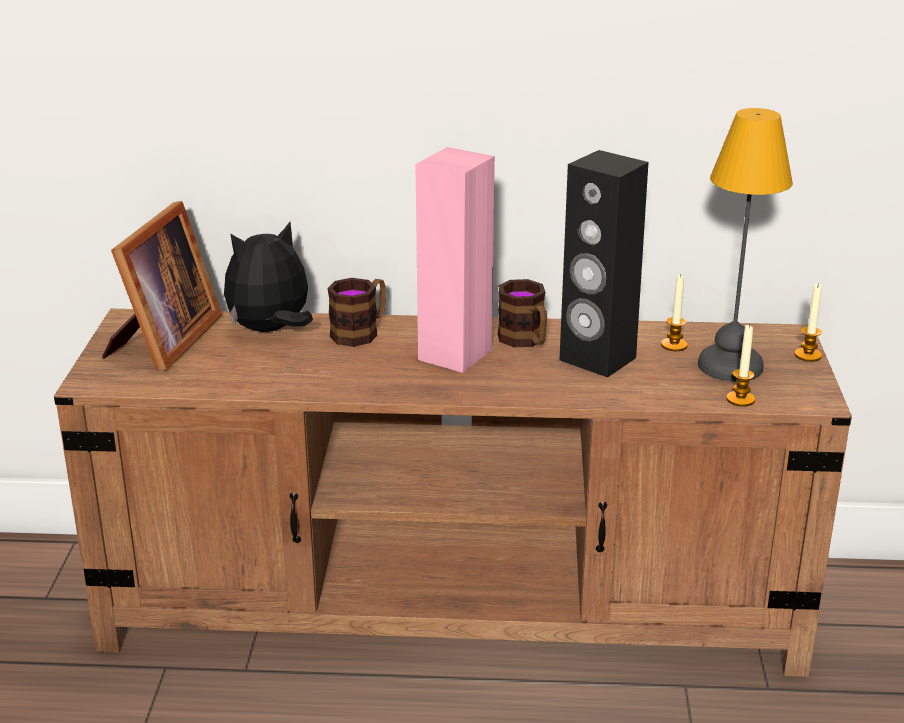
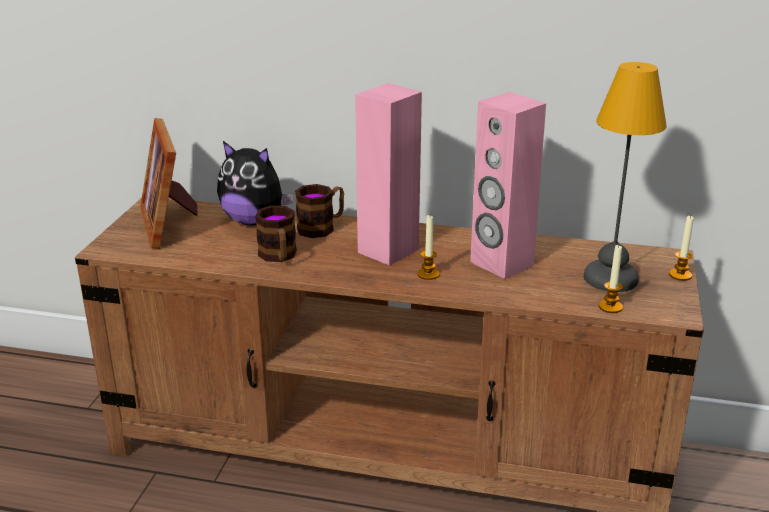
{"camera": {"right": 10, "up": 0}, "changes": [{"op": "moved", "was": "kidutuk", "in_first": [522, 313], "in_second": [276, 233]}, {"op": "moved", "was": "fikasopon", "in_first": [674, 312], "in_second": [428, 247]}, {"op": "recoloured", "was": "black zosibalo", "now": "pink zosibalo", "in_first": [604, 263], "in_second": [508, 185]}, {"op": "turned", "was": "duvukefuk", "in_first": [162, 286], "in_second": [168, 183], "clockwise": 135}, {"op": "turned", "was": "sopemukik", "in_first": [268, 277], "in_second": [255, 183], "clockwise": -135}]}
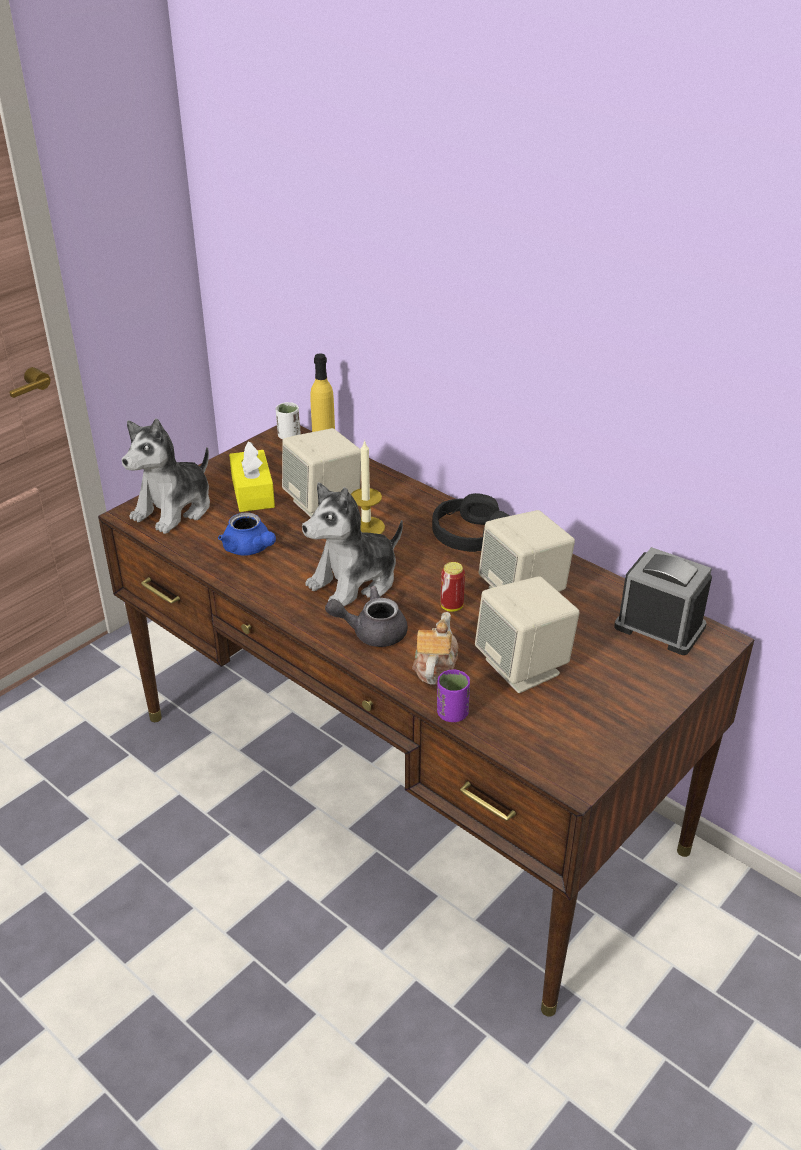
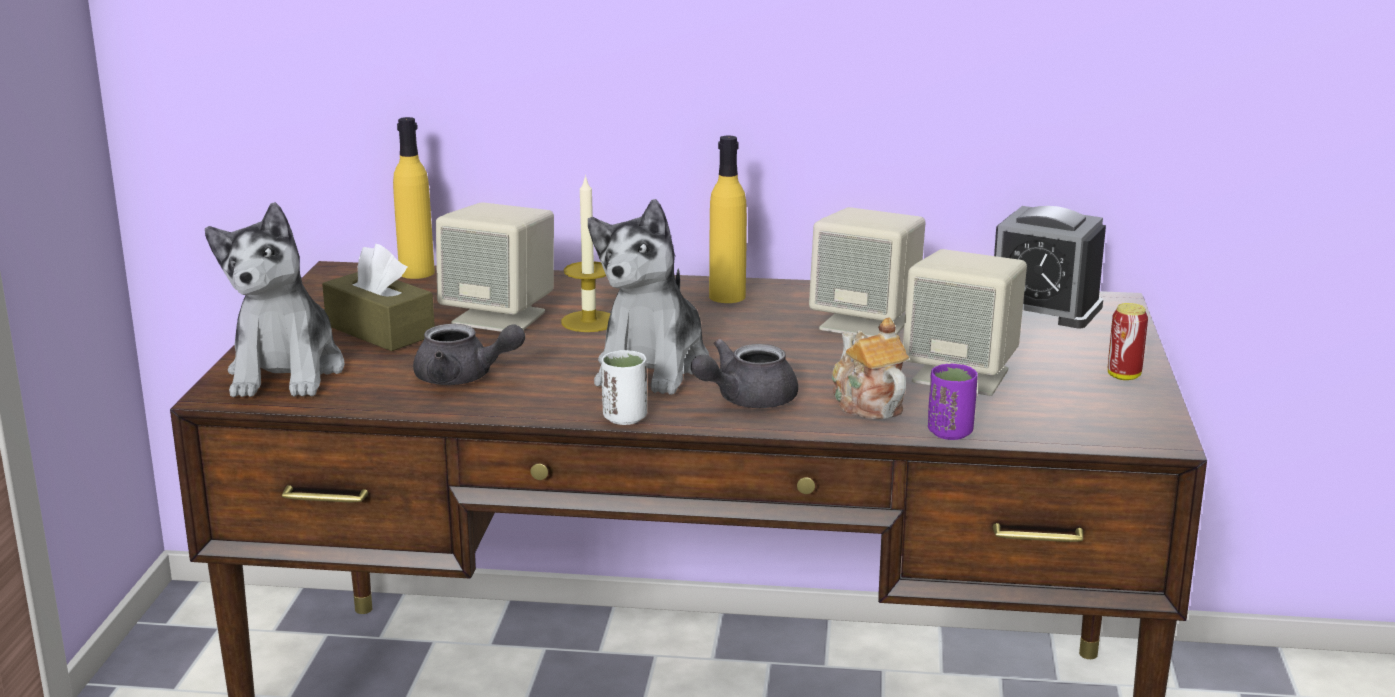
{"camera": {"right": -35, "up": -15}, "changes": [{"op": "moved", "was": "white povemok", "in_first": [288, 421], "in_second": [624, 387]}, {"op": "moved", "was": "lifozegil", "in_first": [453, 587], "in_second": [1128, 341]}, {"op": "replaced", "was": "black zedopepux", "now": "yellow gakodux", "in_first": [471, 522], "in_second": [728, 219]}, {"op": "recoloured", "was": "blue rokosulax", "now": "grey rokosulax", "in_first": [247, 534], "in_second": [469, 354]}, {"op": "recoloured", "was": "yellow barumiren", "now": "brown barumiren", "in_first": [252, 476], "in_second": [378, 297]}, {"op": "turned", "was": "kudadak", "in_first": [663, 601], "in_second": [1050, 267], "clockwise": -150}]}
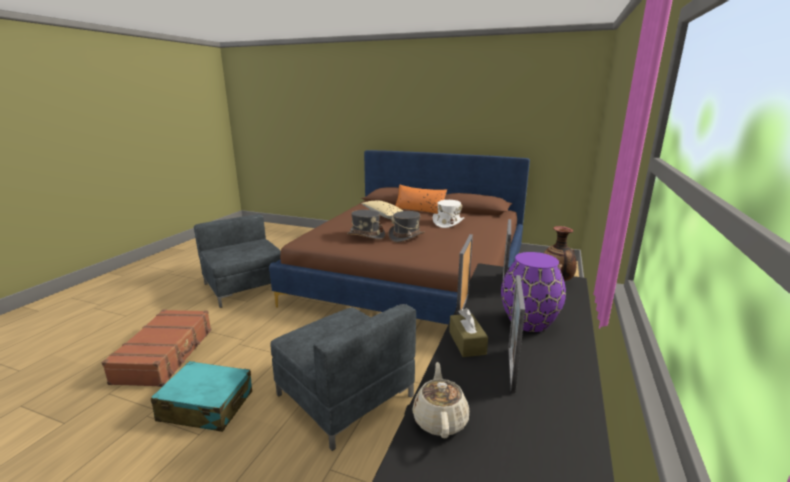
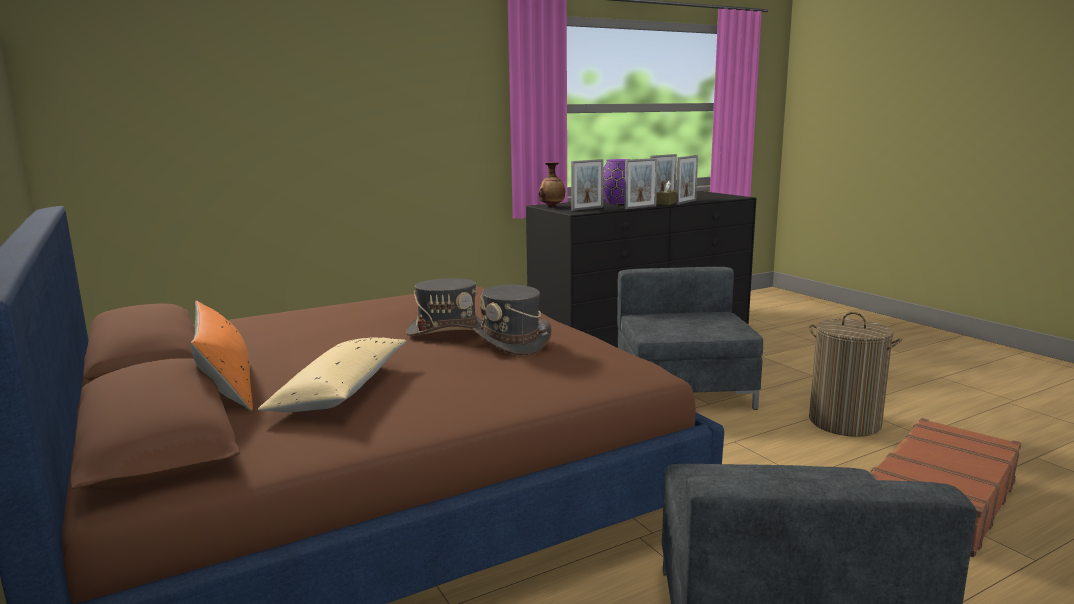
{"camera": {"right": -140, "up": -5}, "changes": [{"op": "removed", "was": "beige rokosulax", "in_first": [440, 400]}, {"op": "removed", "was": "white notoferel", "in_first": [449, 214]}, {"op": "added", "now": "duvukefuk", "in_second": [687, 180]}, {"op": "replaced", "was": "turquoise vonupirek", "now": "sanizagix", "in_first": [201, 396], "in_second": [855, 374]}]}
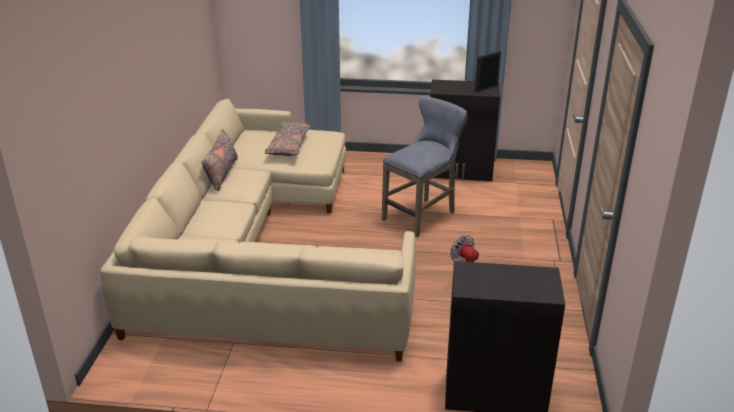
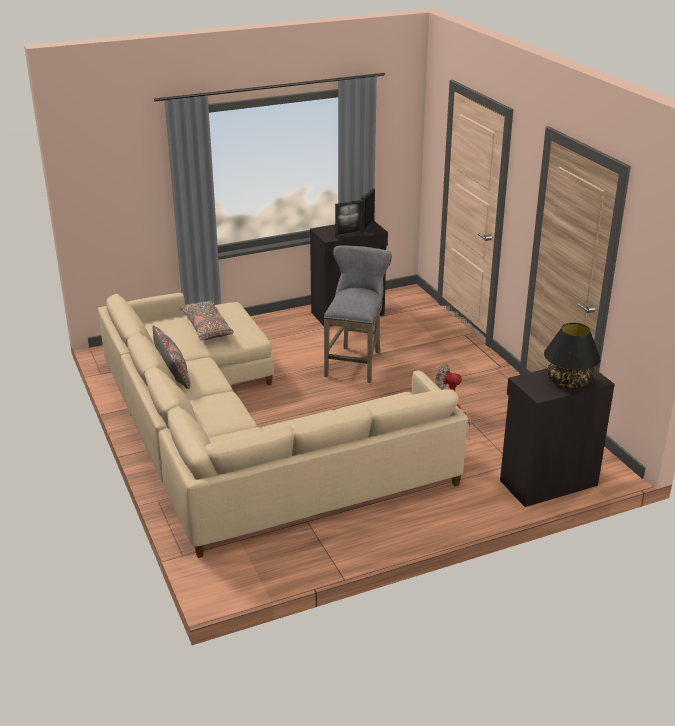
{"camera": {"right": -30, "up": 0}, "changes": [{"op": "added", "now": "duvukefuk", "in_second": [349, 219]}, {"op": "added", "now": "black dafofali", "in_second": [572, 355]}]}
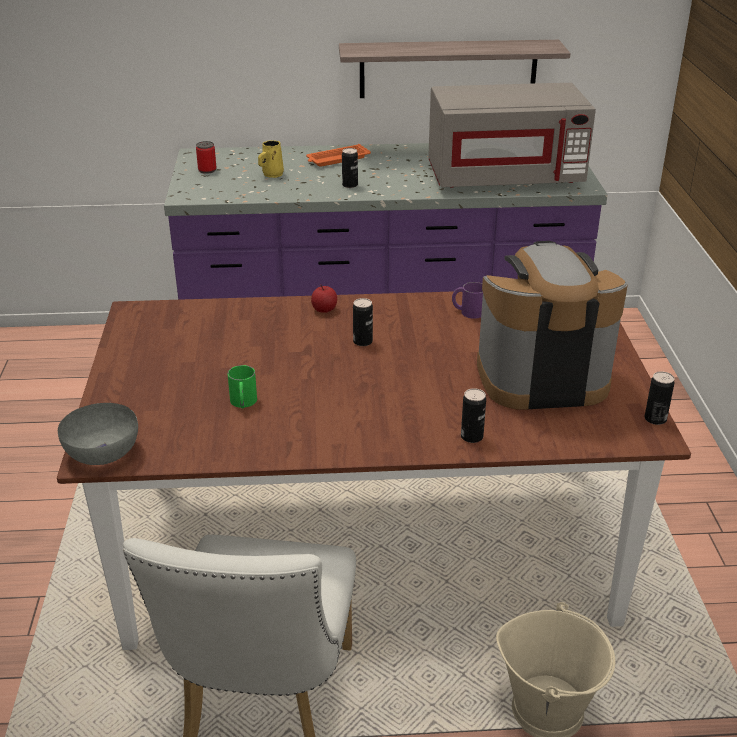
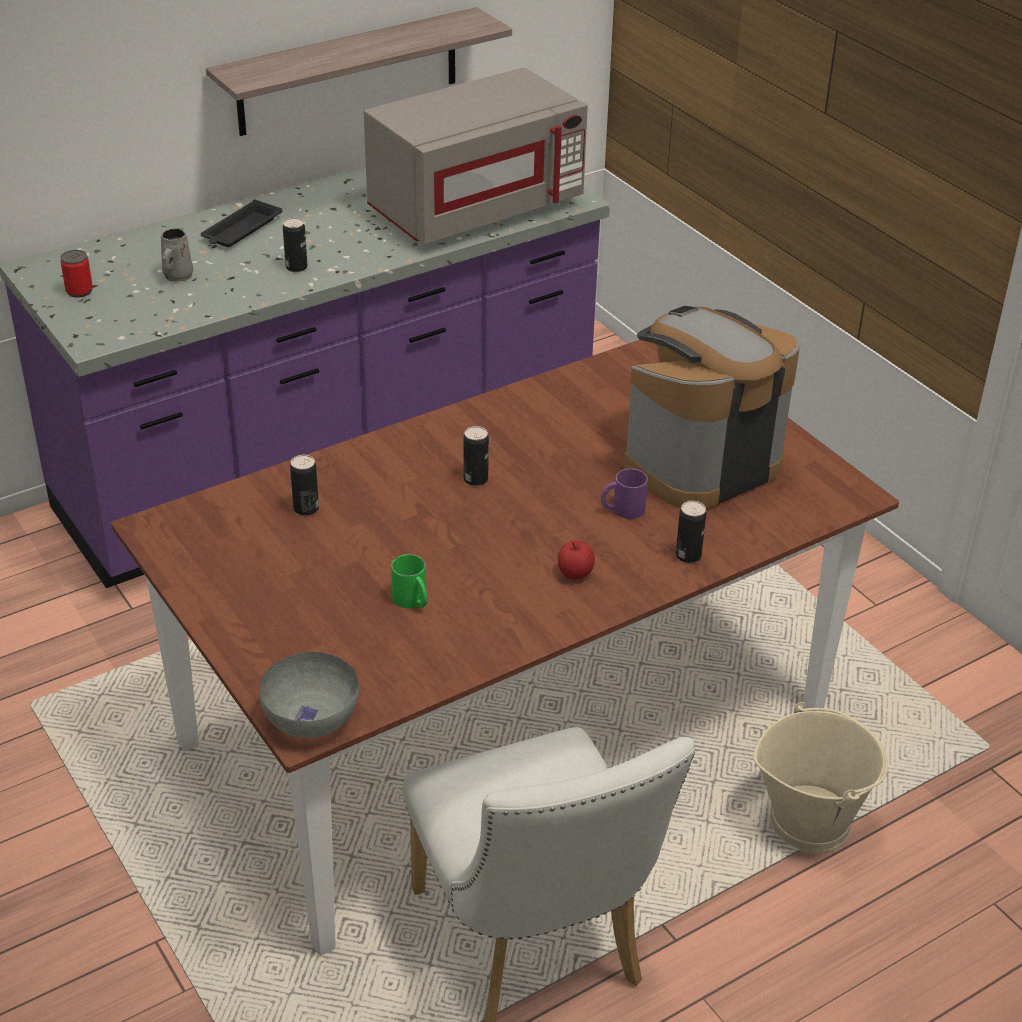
{"camera": {"right": -30, "up": 5}, "changes": [{"op": "moved", "was": "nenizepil", "in_first": [324, 298], "in_second": [576, 560]}, {"op": "moved", "was": "purple kidutuk", "in_first": [467, 300], "in_second": [624, 493]}, {"op": "moved", "was": "lifozegil", "in_first": [659, 398], "in_second": [304, 485]}, {"op": "recoloured", "was": "yellow kidutuk", "now": "grey kidutuk", "in_first": [271, 159], "in_second": [177, 255]}, {"op": "recoloured", "was": "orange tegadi", "now": "black tegadi", "in_first": [338, 155], "in_second": [241, 223]}]}
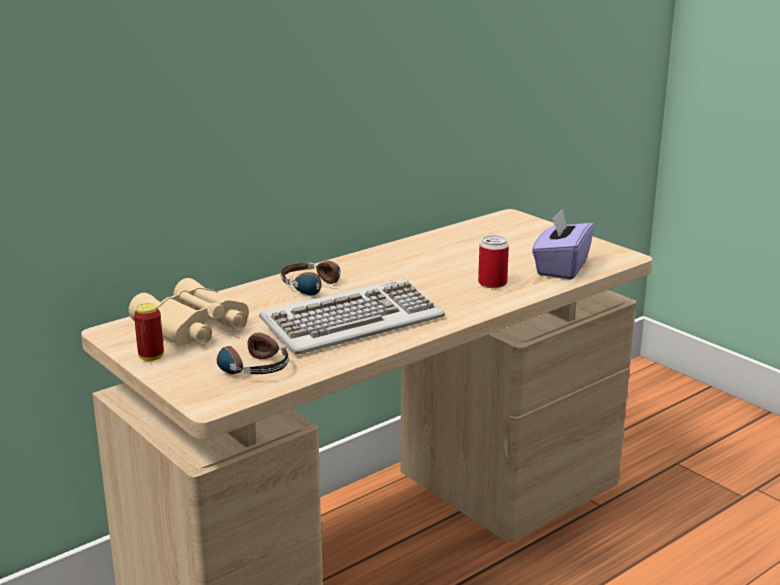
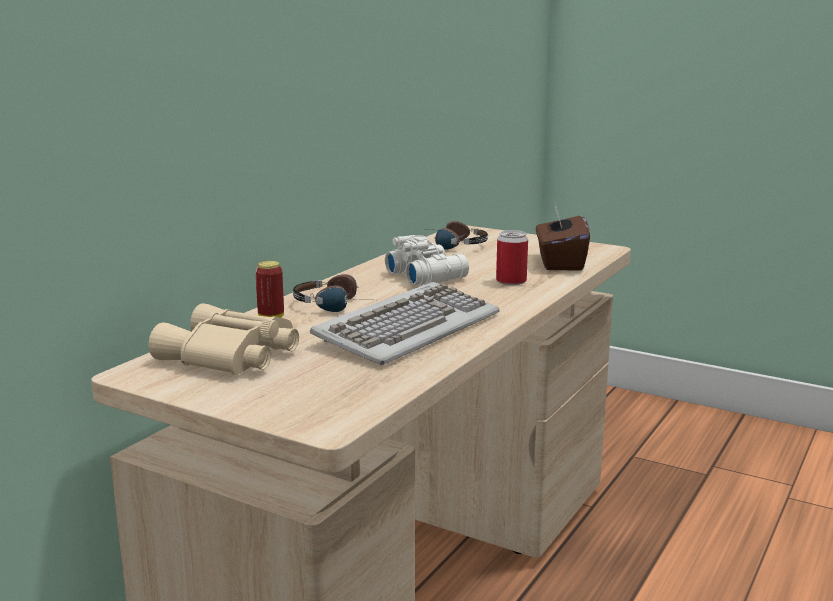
{"camera": {"right": -20, "up": -5}, "changes": [{"op": "added", "now": "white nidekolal", "in_second": [427, 260]}, {"op": "moved", "was": "lifozegil", "in_first": [149, 332], "in_second": [269, 289]}, {"op": "moved", "was": "zedopepux", "in_first": [253, 354], "in_second": [459, 235]}, {"op": "recoloured", "was": "purple barumiren", "now": "brown barumiren", "in_first": [563, 244], "in_second": [563, 237]}]}
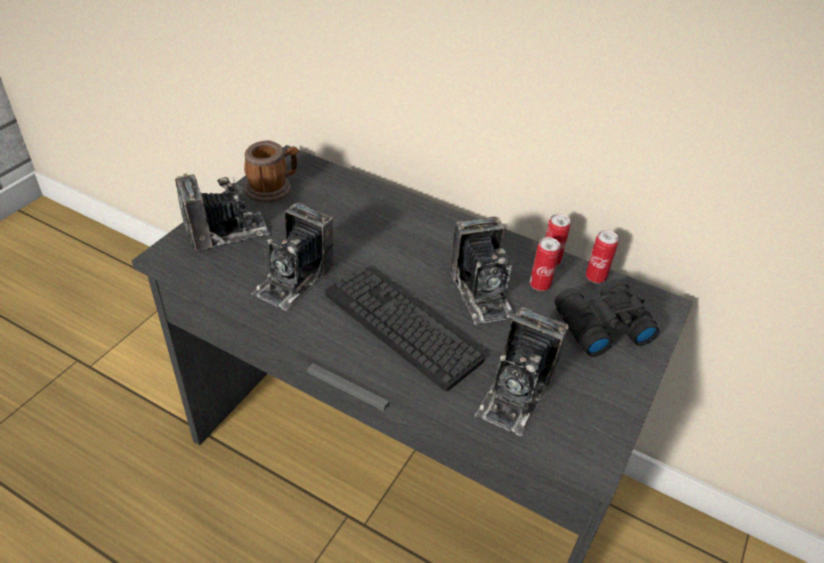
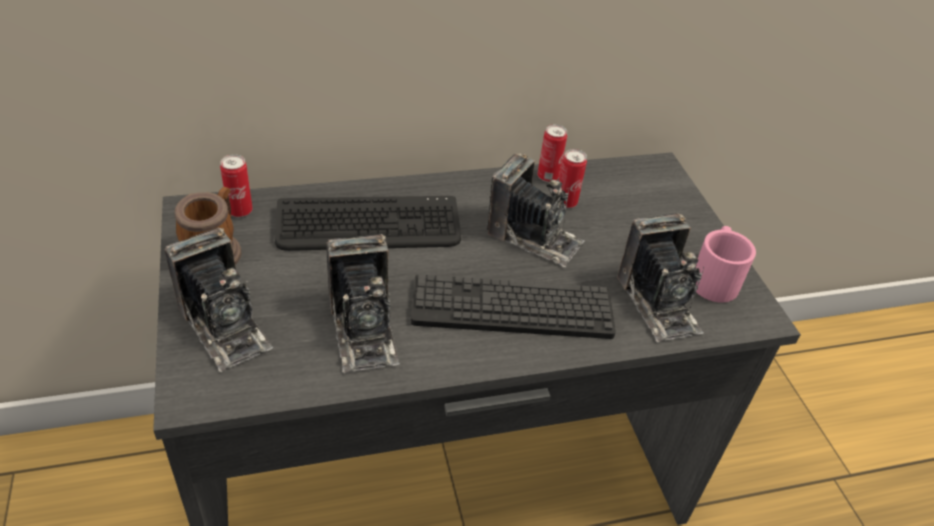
{"camera": {"right": -45, "up": 0}, "changes": [{"op": "removed", "was": "black nidekolal", "in_first": [607, 318]}, {"op": "added", "now": "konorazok", "in_second": [368, 223]}, {"op": "added", "now": "pink kidutuk", "in_second": [726, 264]}, {"op": "moved", "was": "lifozegil", "in_first": [602, 256], "in_second": [236, 185]}, {"op": "turned", "was": "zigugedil", "in_first": [222, 212], "in_second": [219, 300], "clockwise": 120}]}
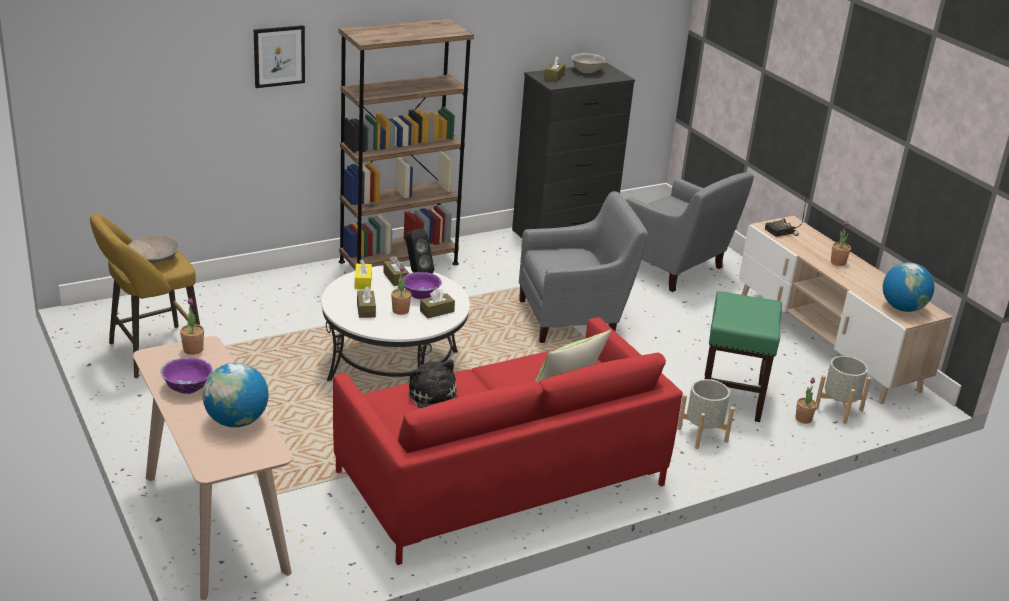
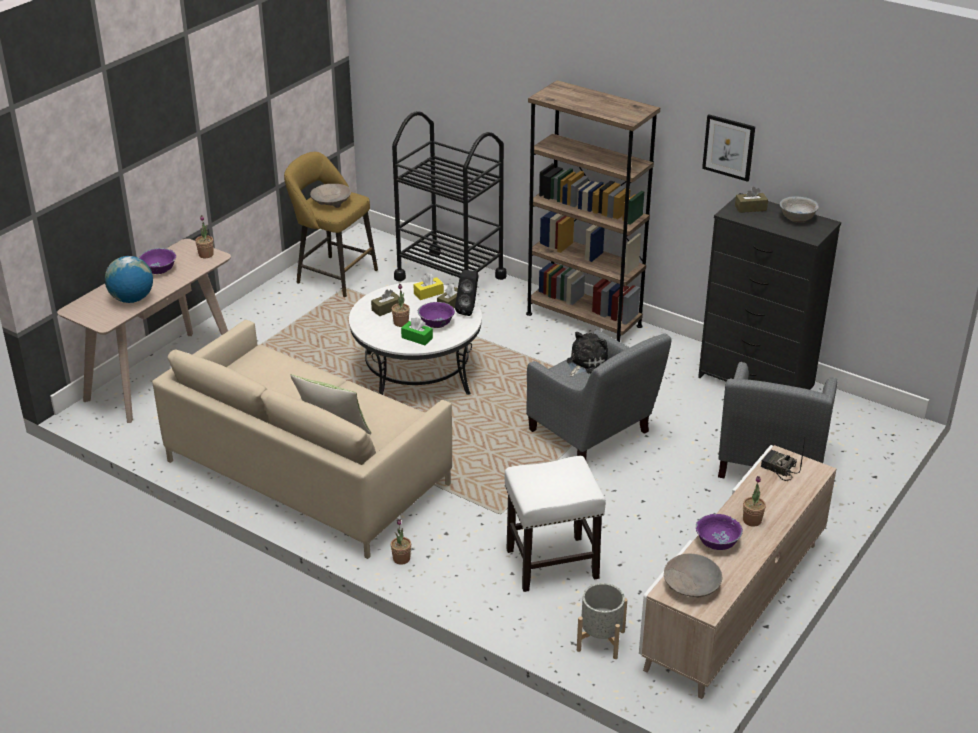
{"camera": {"right": 65, "up": 5}, "changes": [{"op": "removed", "was": "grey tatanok", "in_first": [706, 414]}, {"op": "added", "now": "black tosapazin", "in_second": [449, 196]}, {"op": "added", "now": "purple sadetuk", "in_second": [719, 532]}, {"op": "moved", "was": "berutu", "in_first": [279, 56], "in_second": [728, 148]}, {"op": "moved", "was": "sopemukik", "in_first": [433, 383], "in_second": [587, 354]}, {"op": "moved", "was": "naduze", "in_first": [806, 400], "in_second": [401, 542]}, {"op": "replaced", "was": "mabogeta", "now": "beige sadetuk", "in_first": [908, 287], "in_second": [693, 576]}, {"op": "recoloured", "was": "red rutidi", "now": "beige rutidi", "in_first": [508, 441], "in_second": [302, 439]}, {"op": "recoloured", "was": "brown barumiren", "now": "green barumiren", "in_first": [437, 303], "in_second": [417, 331]}, {"op": "recoloured", "was": "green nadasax", "now": "white nadasax", "in_first": [743, 356], "in_second": [555, 524]}]}
